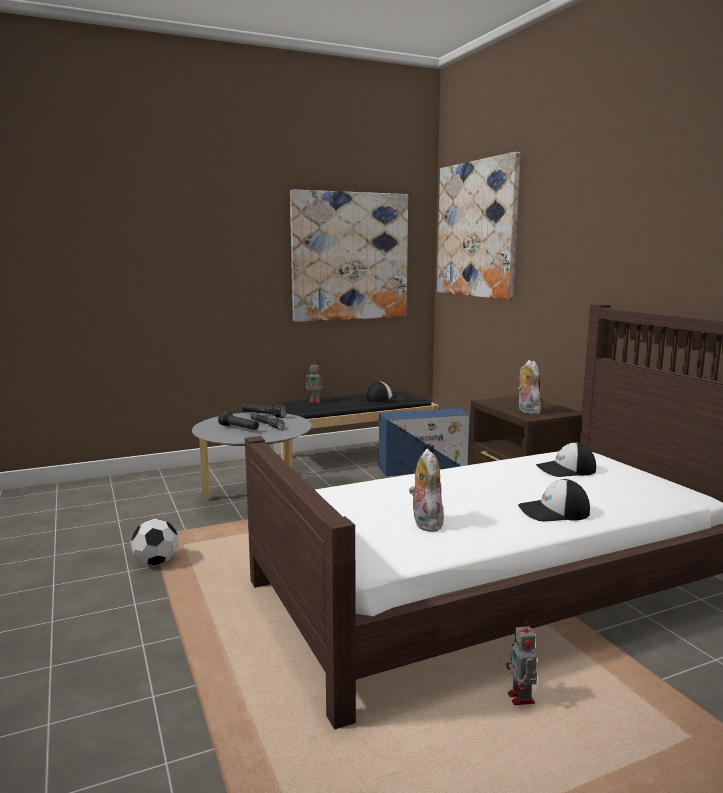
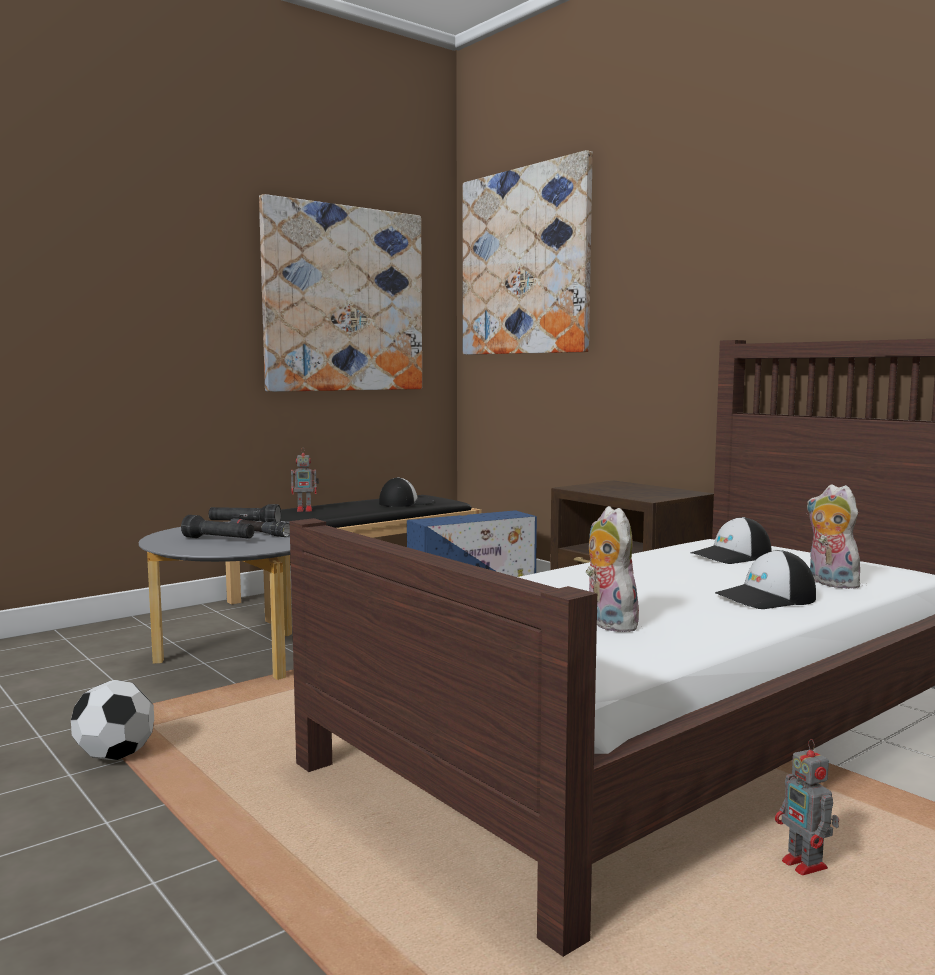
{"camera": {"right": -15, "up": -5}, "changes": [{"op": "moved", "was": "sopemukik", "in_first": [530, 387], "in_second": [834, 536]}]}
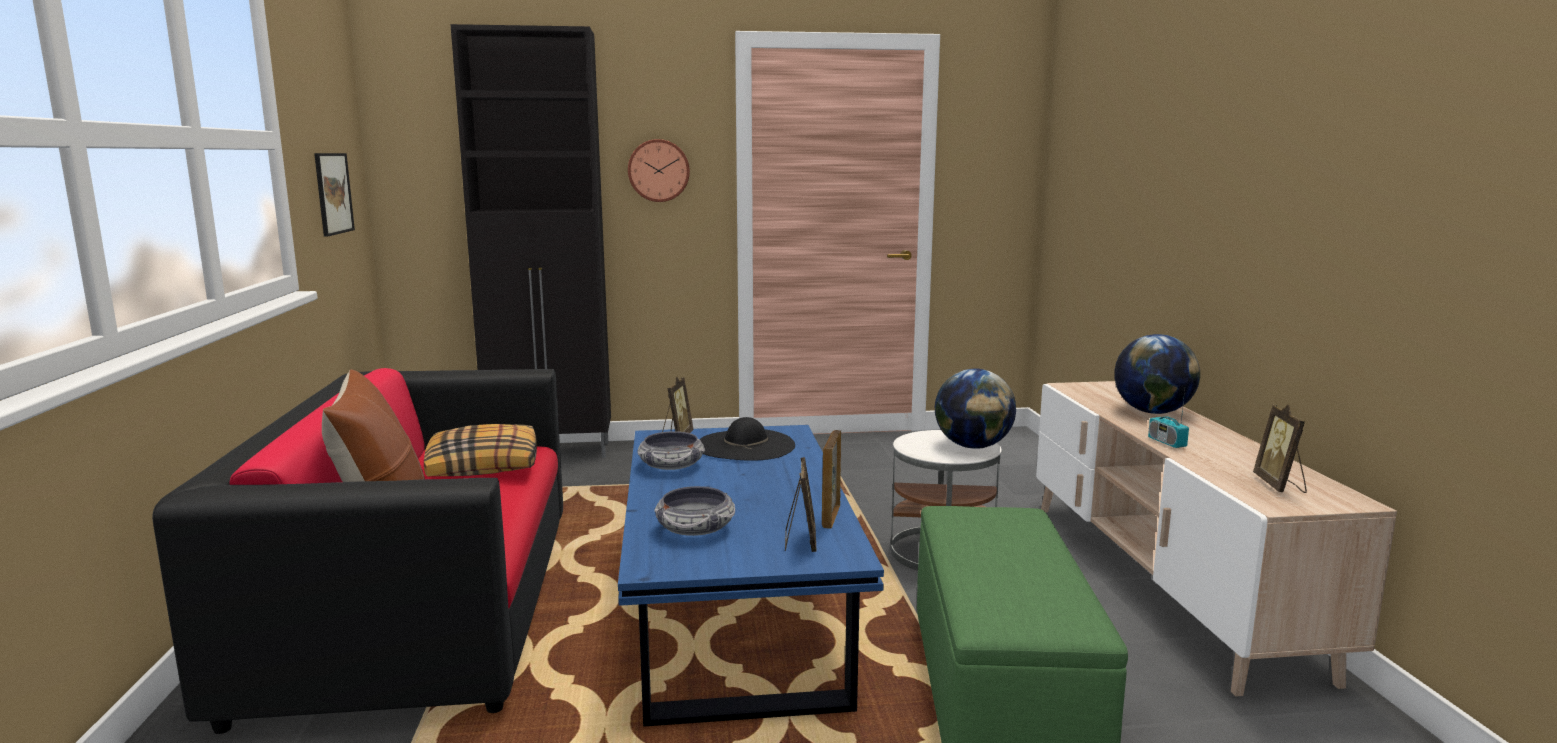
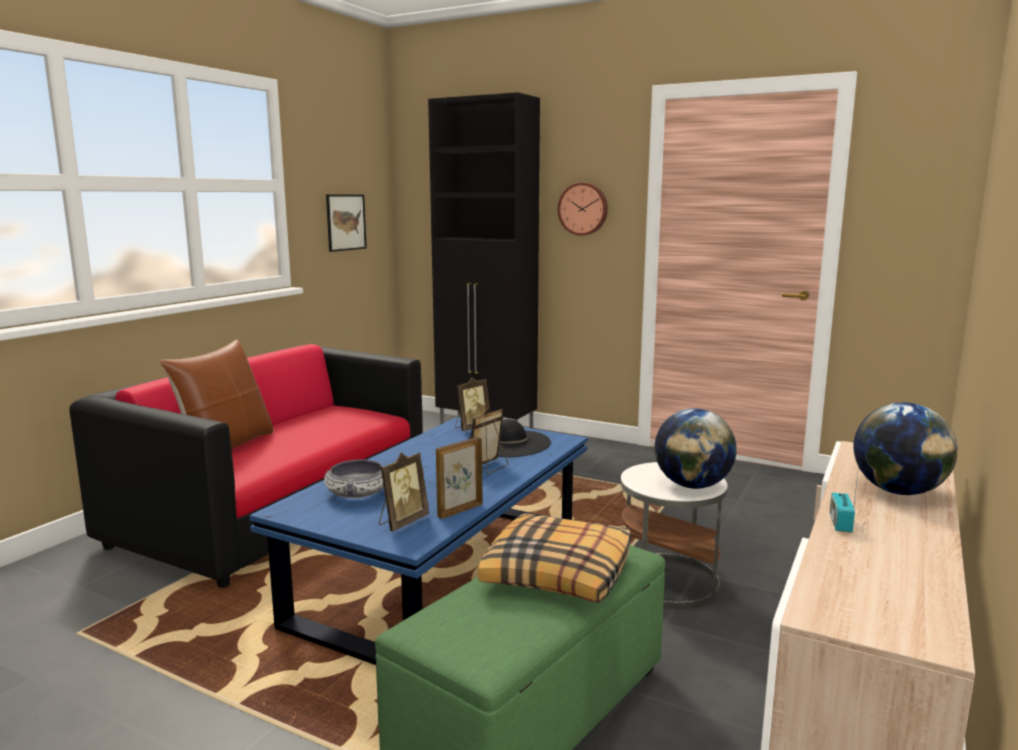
{"camera": {"right": 35, "up": 0}, "changes": [{"op": "removed", "was": "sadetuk", "in_first": [671, 450]}, {"op": "moved", "was": "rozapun", "in_first": [480, 450], "in_second": [554, 558]}, {"op": "moved", "was": "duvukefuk", "in_first": [1280, 448], "in_second": [489, 441]}]}
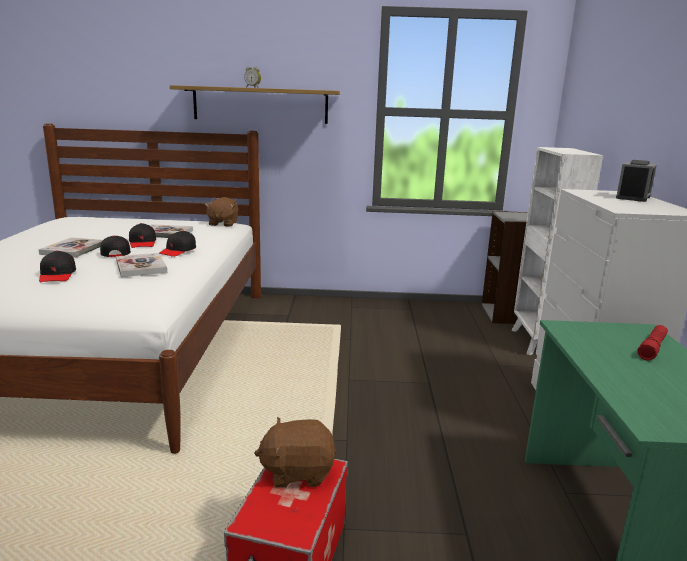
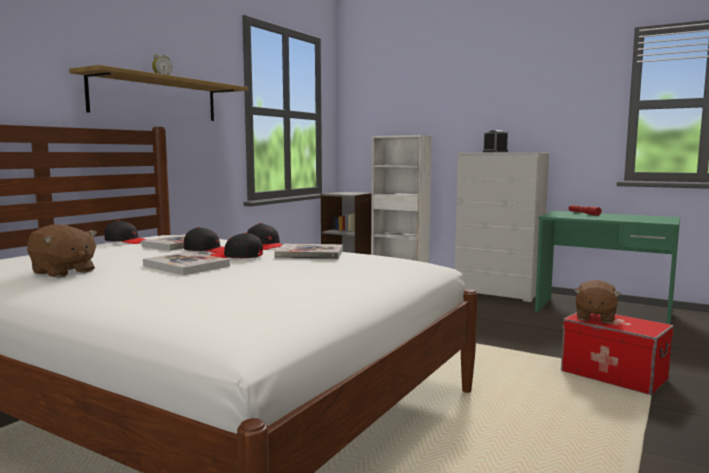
{"camera": {"right": -60, "up": -10}, "changes": [{"op": "moved", "was": "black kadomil", "in_first": [57, 266], "in_second": [126, 232]}, {"op": "moved", "was": "brown sopemukik", "in_first": [222, 212], "in_second": [62, 251]}]}
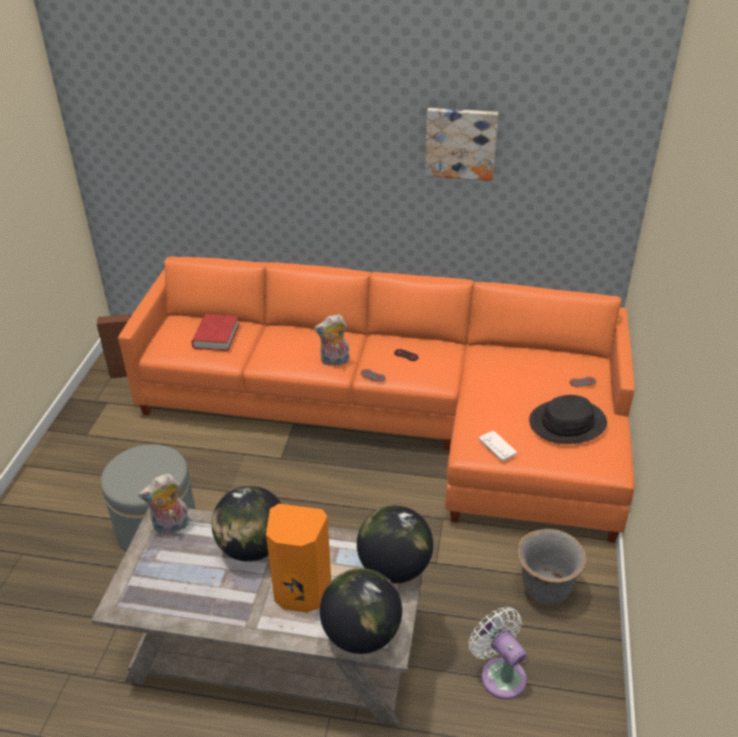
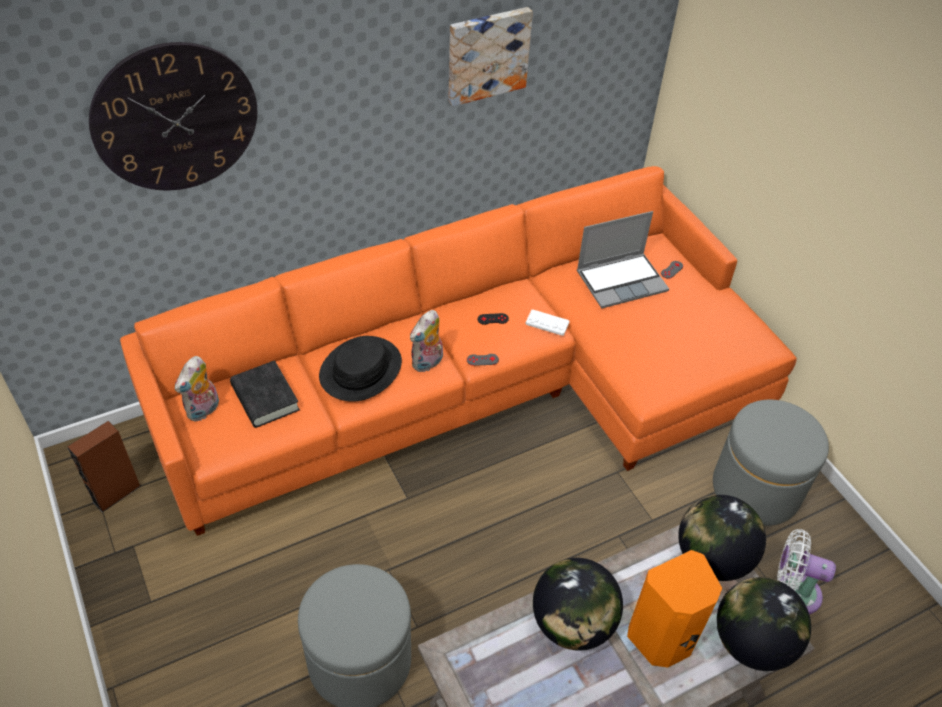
{"camera": {"right": -40, "up": 10}, "changes": [{"op": "added", "now": "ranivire", "in_second": [173, 116]}, {"op": "added", "now": "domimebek", "in_second": [623, 260]}, {"op": "moved", "was": "sopemukik", "in_first": [164, 504], "in_second": [197, 389]}, {"op": "moved", "was": "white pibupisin", "in_first": [498, 446], "in_second": [548, 323]}, {"op": "moved", "was": "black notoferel", "in_first": [568, 419], "in_second": [360, 369]}, {"op": "replaced", "was": "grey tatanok", "now": "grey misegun", "in_first": [552, 567], "in_second": [771, 463]}, {"op": "recoloured", "was": "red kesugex", "now": "black kesugex", "in_first": [215, 332], "in_second": [265, 394]}]}
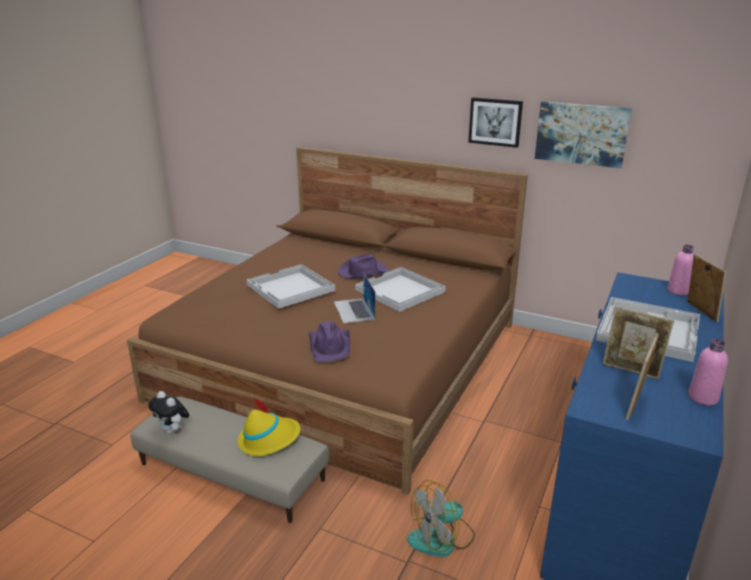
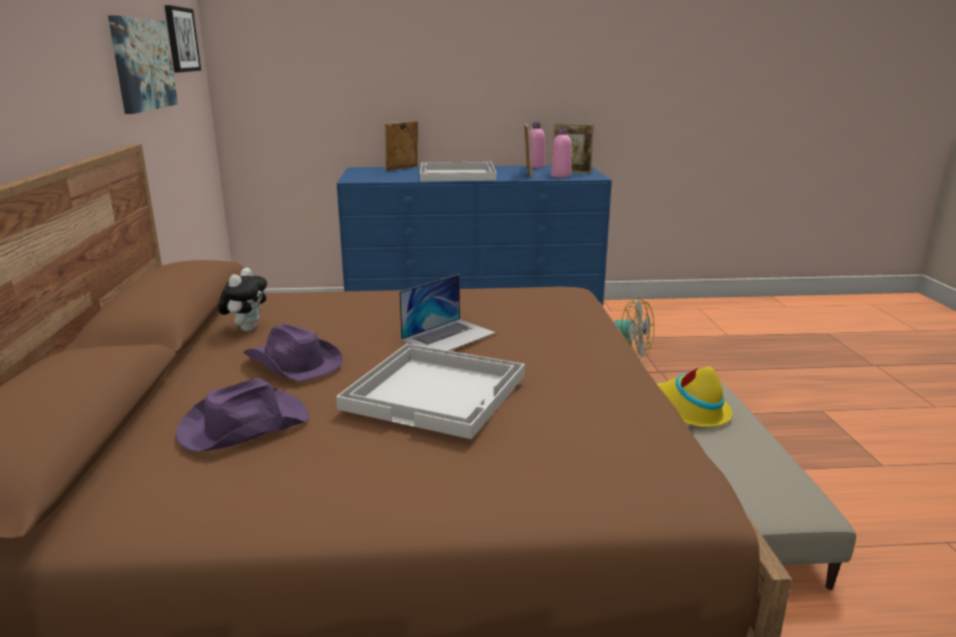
{"camera": {"right": -120, "up": -5}, "changes": [{"op": "removed", "was": "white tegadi", "in_first": [400, 289]}, {"op": "moved", "was": "sopemukik", "in_first": [168, 412], "in_second": [242, 300]}, {"op": "moved", "was": "purple notoferel", "in_first": [329, 342], "in_second": [242, 415]}, {"op": "moved", "was": "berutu", "in_first": [495, 122], "in_second": [182, 38]}, {"op": "moved", "was": "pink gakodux", "in_first": [681, 270], "in_second": [561, 153]}]}
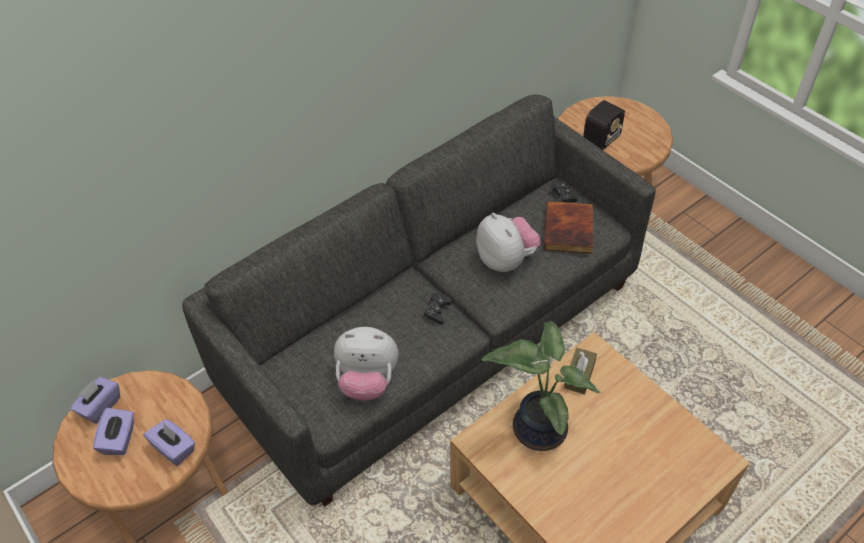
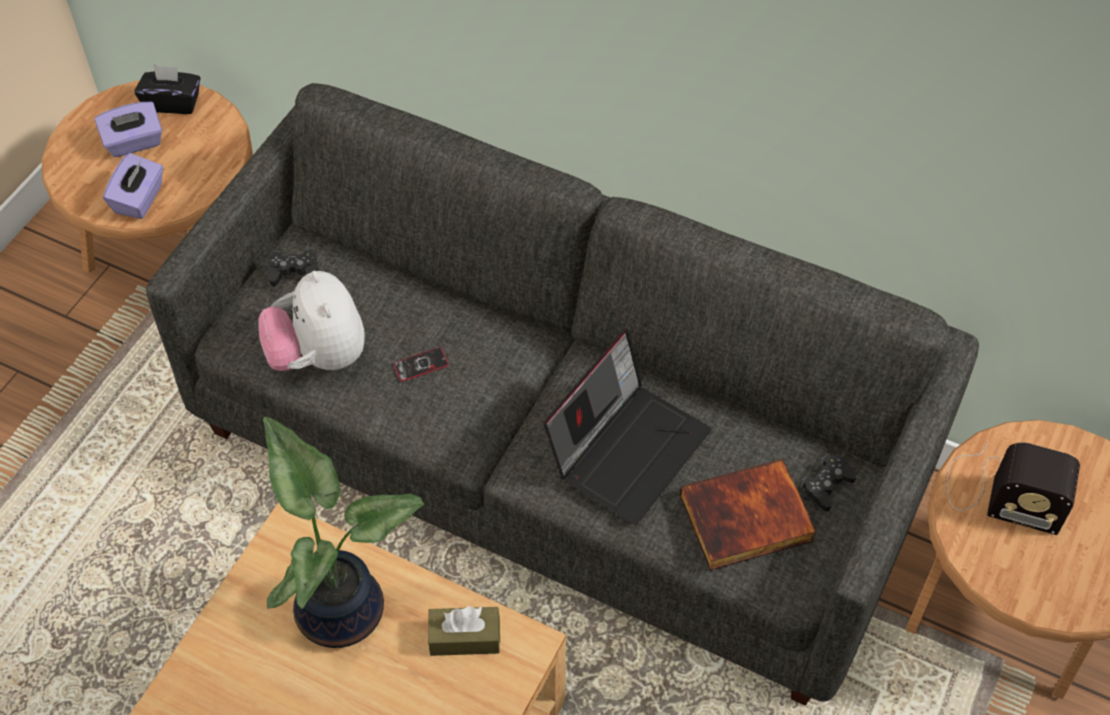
{"camera": {"right": 65, "up": 5}, "changes": [{"op": "added", "now": "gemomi", "in_second": [421, 364]}, {"op": "moved", "was": "black pibupisin", "in_first": [437, 308], "in_second": [293, 267]}, {"op": "replaced", "was": "sopemukik", "now": "domimebek", "in_first": [508, 242], "in_second": [627, 427]}, {"op": "recoloured", "was": "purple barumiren", "now": "black barumiren", "in_first": [95, 400], "in_second": [167, 89]}]}
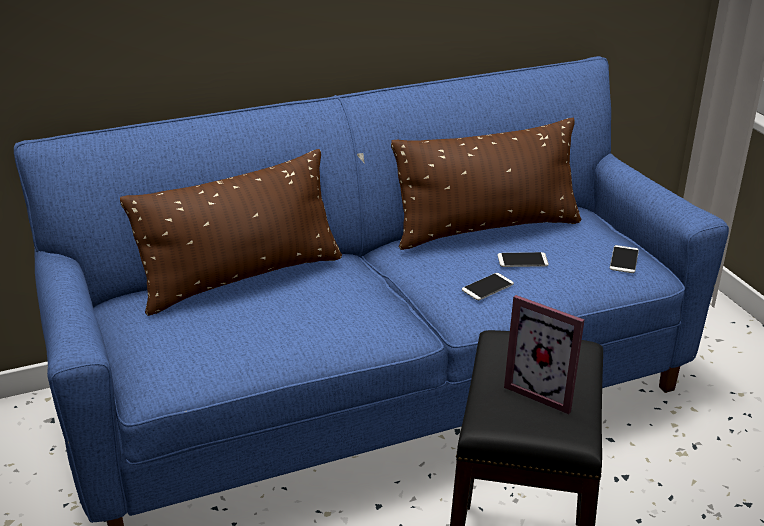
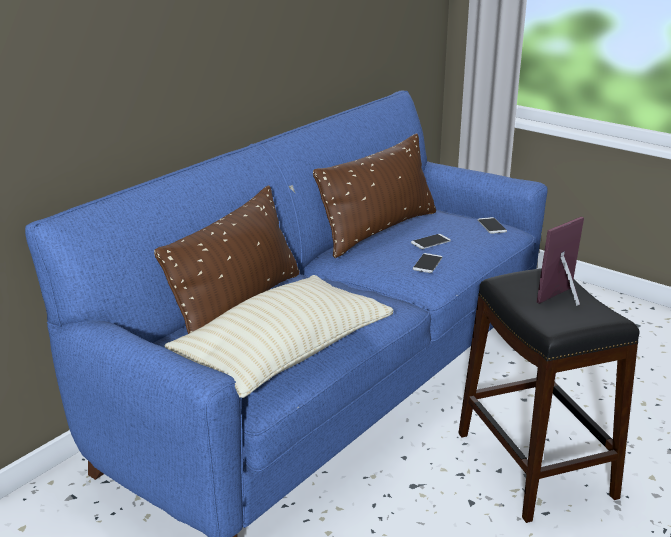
{"camera": {"right": -30, "up": -5}, "changes": [{"op": "added", "now": "beige rozapun", "in_second": [278, 336]}, {"op": "turned", "was": "duvukefuk", "in_first": [544, 355], "in_second": [560, 261], "clockwise": 135}]}
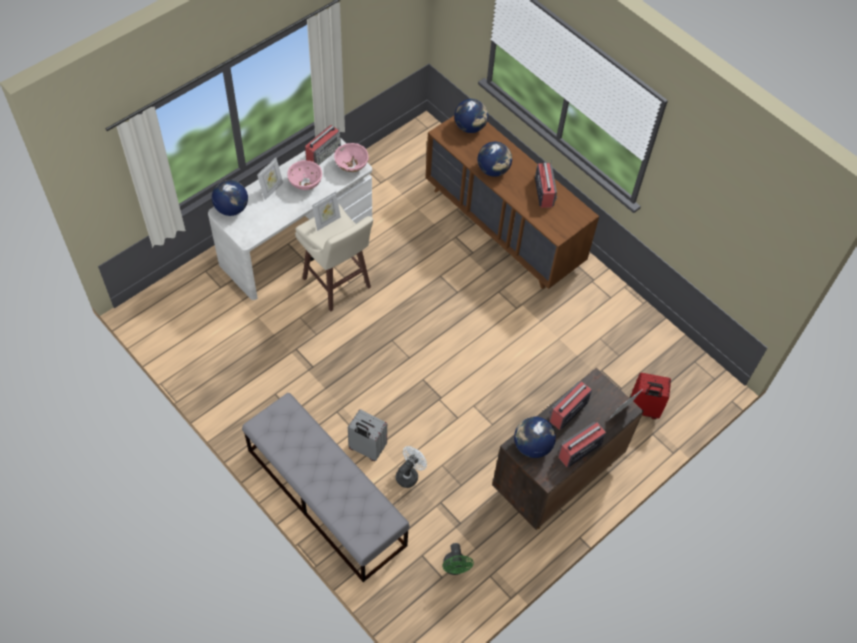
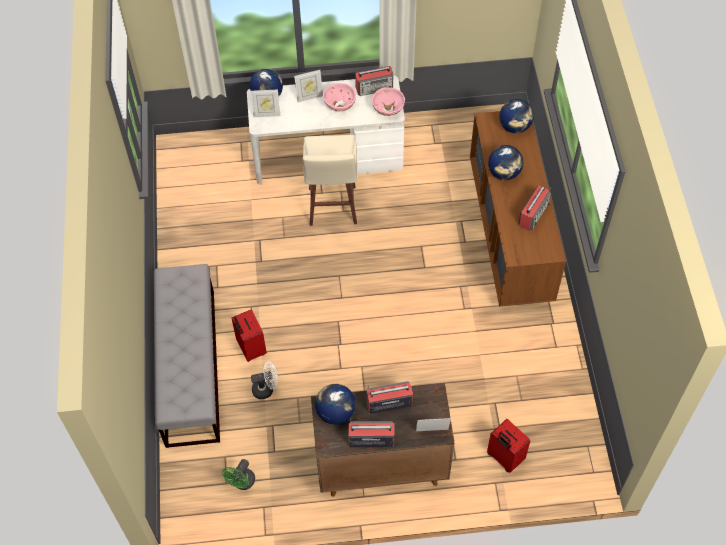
{"camera": {"right": 40, "up": 0}, "changes": [{"op": "moved", "was": "duvukefuk", "in_first": [326, 211], "in_second": [265, 103]}, {"op": "recoloured", "was": "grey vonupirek", "now": "red vonupirek", "in_first": [367, 435], "in_second": [249, 336]}]}
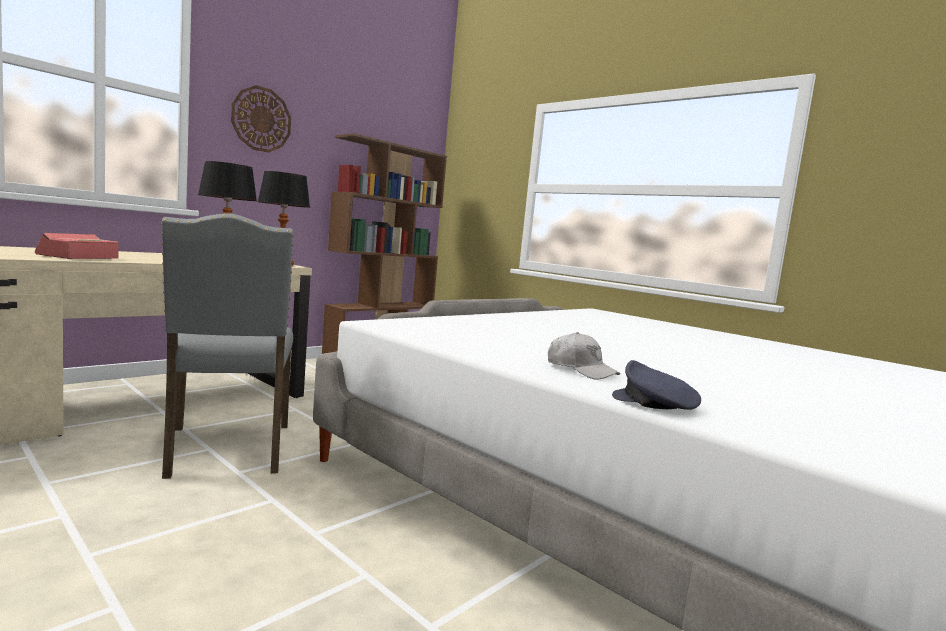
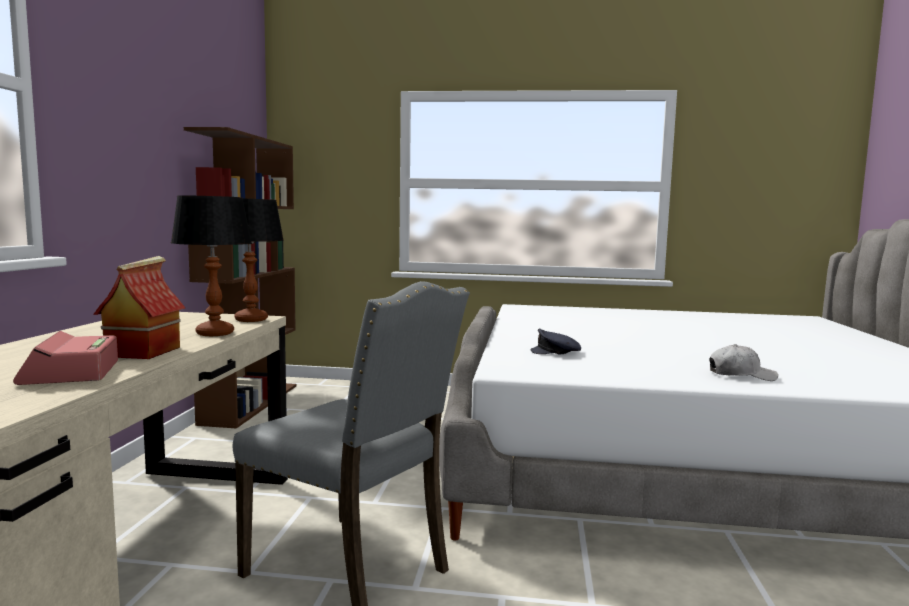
{"camera": {"right": -35, "up": 0}, "changes": [{"op": "removed", "was": "ranivire", "in_first": [261, 119]}, {"op": "added", "now": "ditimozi", "in_second": [139, 307]}, {"op": "moved", "was": "grey kadomil", "in_first": [656, 385], "in_second": [555, 341]}]}
